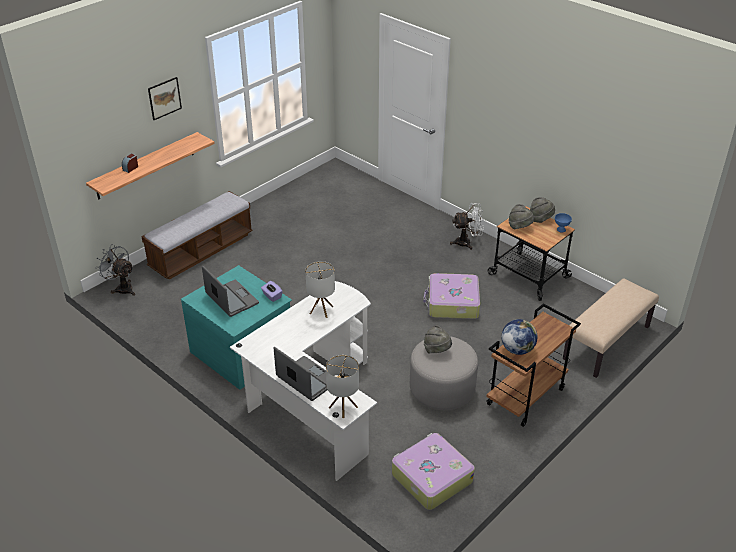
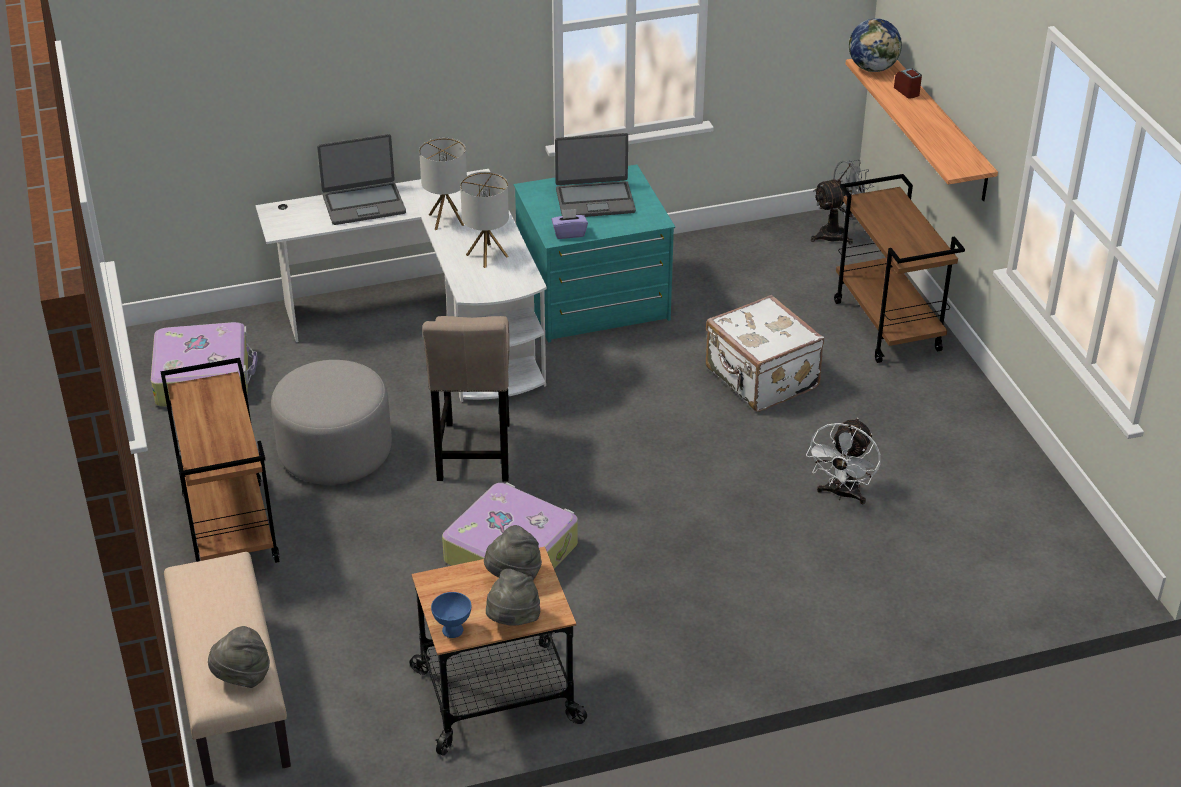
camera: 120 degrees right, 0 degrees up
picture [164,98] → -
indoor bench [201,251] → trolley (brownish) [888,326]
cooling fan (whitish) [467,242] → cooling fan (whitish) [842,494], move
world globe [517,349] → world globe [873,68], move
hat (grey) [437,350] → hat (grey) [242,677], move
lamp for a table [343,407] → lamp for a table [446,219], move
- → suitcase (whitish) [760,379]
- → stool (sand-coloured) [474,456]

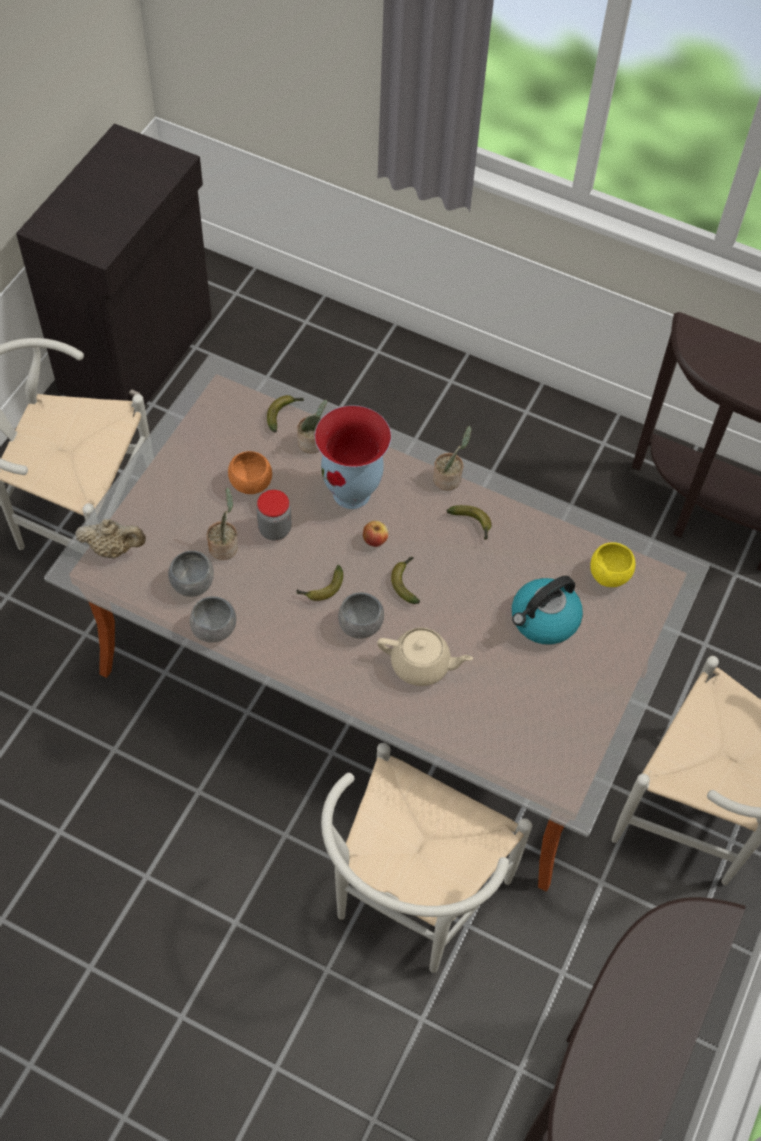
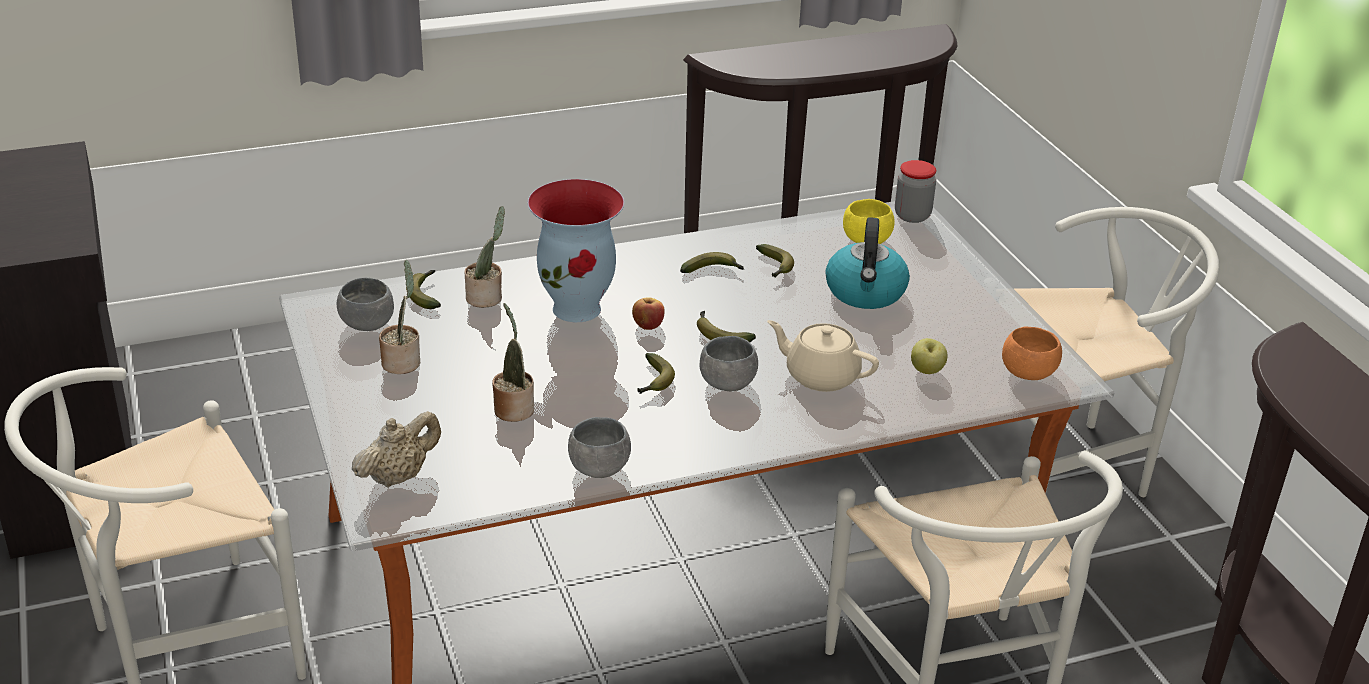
camera: 45 degrees left, 25 degrees down
potted plant [449,478] → potted plant [402,362], move
serving bowl (orange) [251,483] → serving bowl (orange) [1028,373], move
preserve jar [275,529] → preserve jar [912,216], move
serving bowl (grey) [192,583] → serving bowl (grey) [367,324], move
pot for tea (sand-coloured) [421,665] → pot for tea (sand-coloured) [821,376], 120 degrees counterclockwise
- → whole banana [775,267]
- → whole apple [927,371]

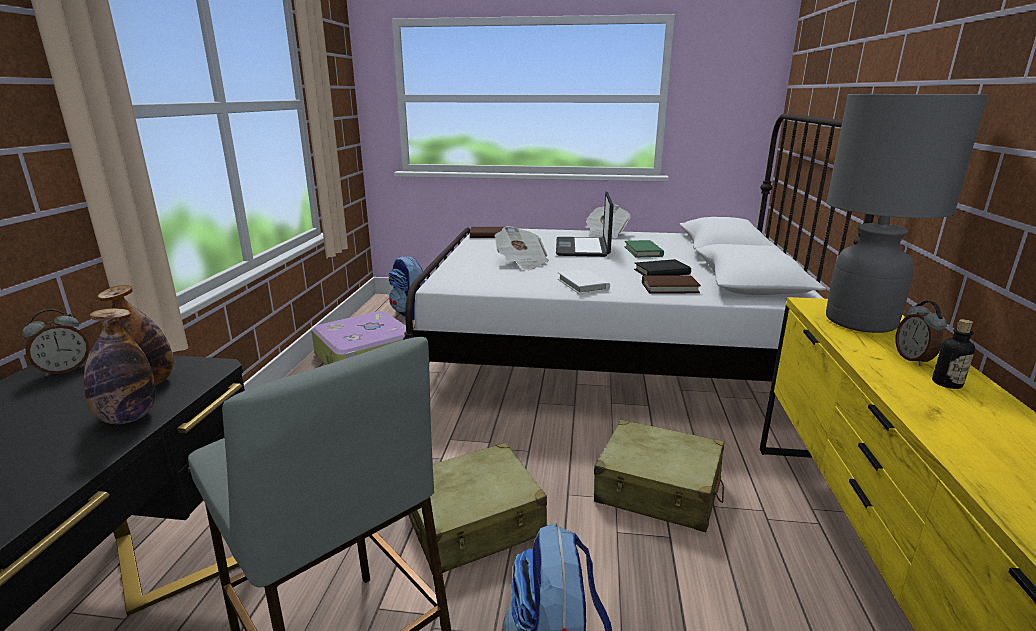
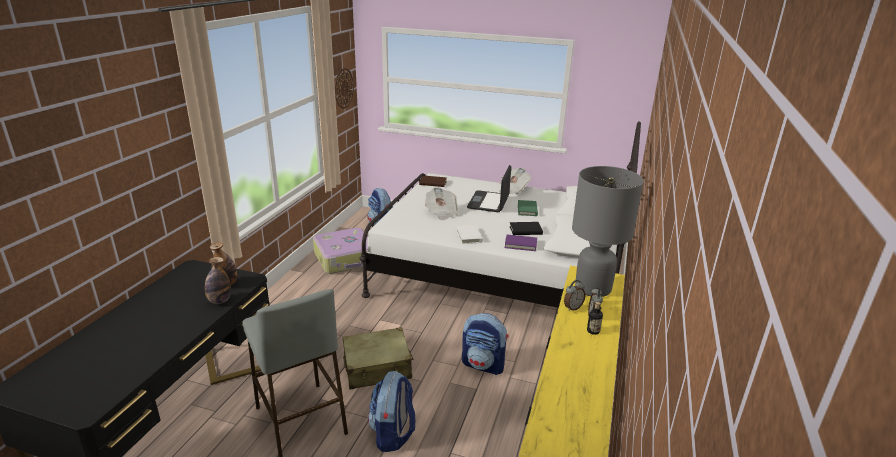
camera: 10 degrees right, 5 degrees up
book (brownish) [669,287] → book (purplish) [520,244]
table clock [64,370] → table clock [572,307], move
suitcase (sand-coloured) [658,490] → knapsack [483,365]
- → wall clock [343,88]

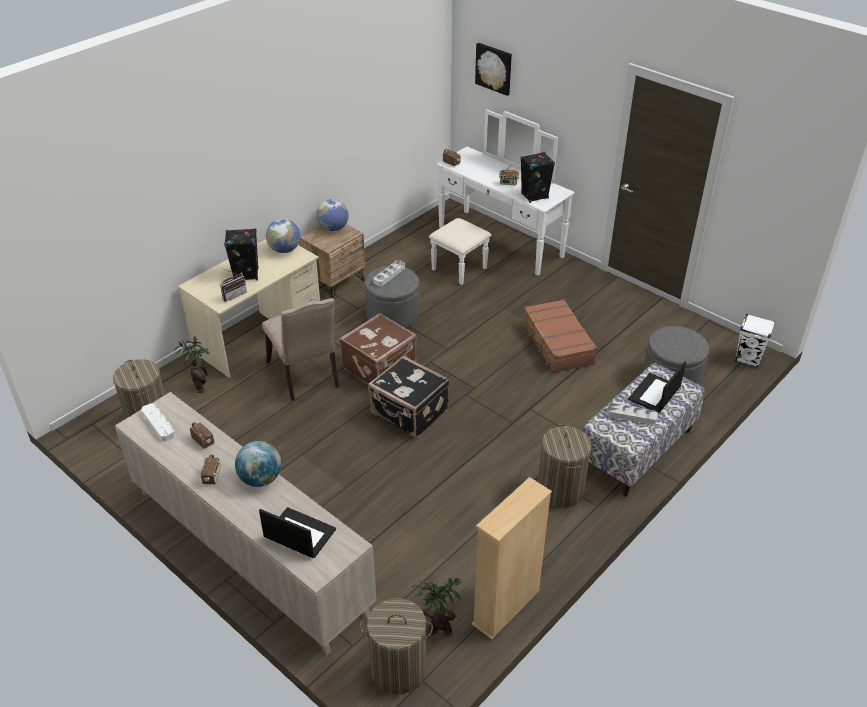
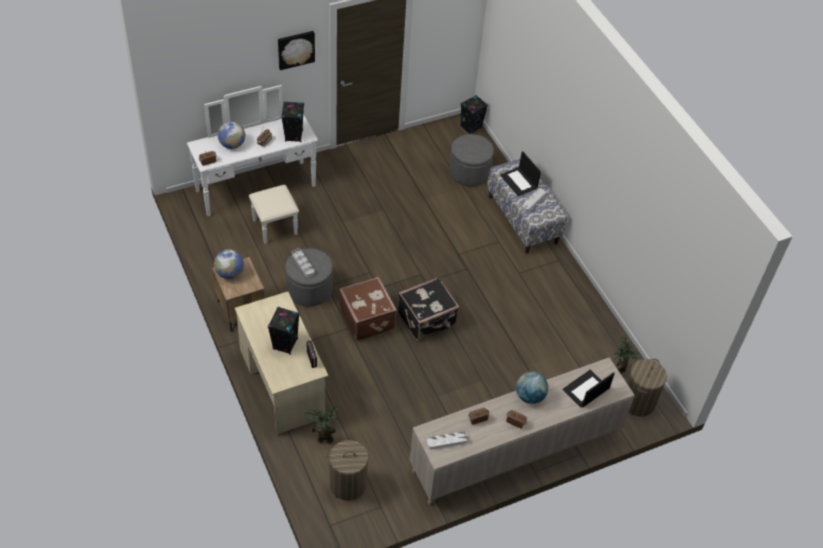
camera: 70 degrees left, 10 degrees up
picture [494,68] → picture [295,49], move
world globe [284,250] → world globe [232,145], move
chair (sand-coloured) [306,376] → -
suitcase (brownish) [557,344] → -
audio speaker (whitish) [748,359] → audio speaker (black) [471,127]
washing basket [560,491] → -
bookshelf (sand-coloured) [506,607] → -

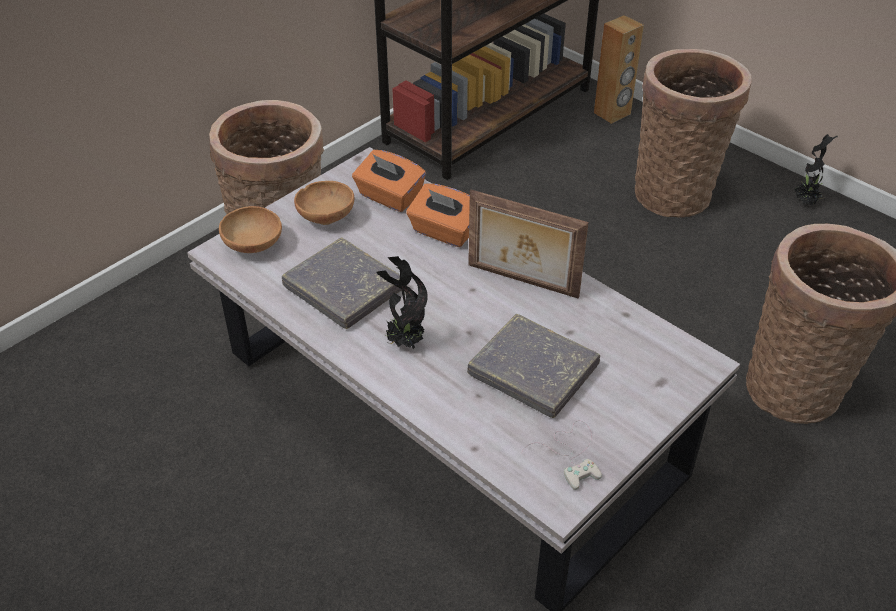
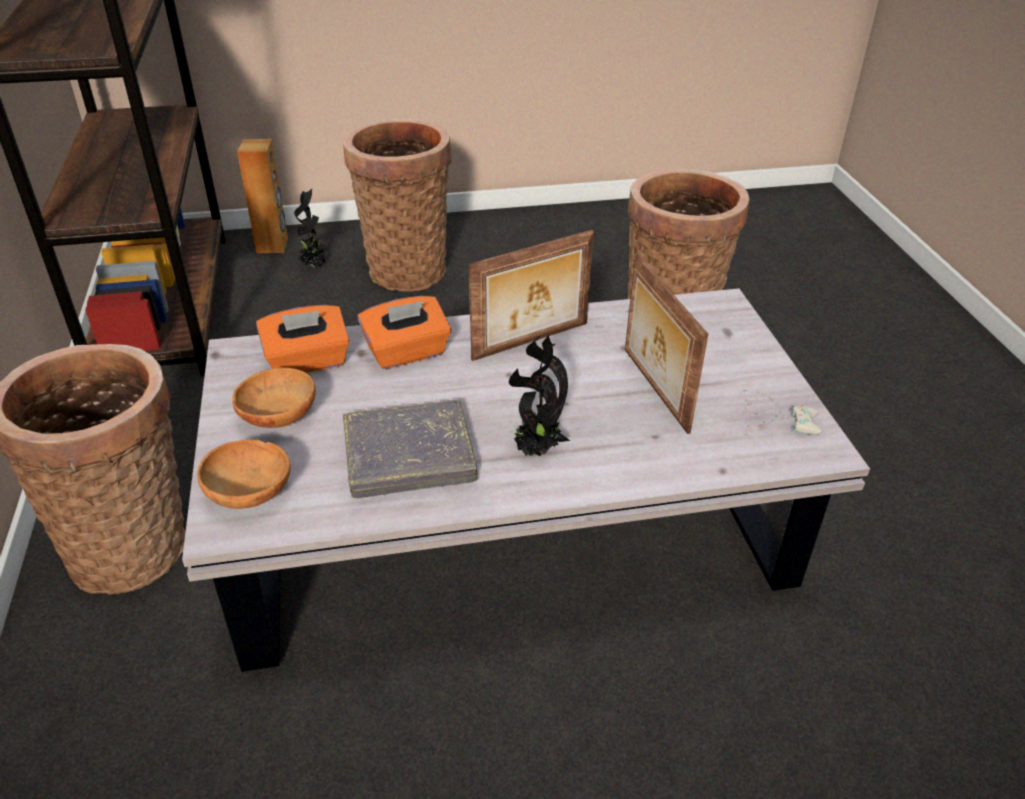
camera: 55 degrees left, 5 degrees down
potted plant [806,202] → potted plant [314,266], move
book (grey) [533,371] → standing frame [653,389]

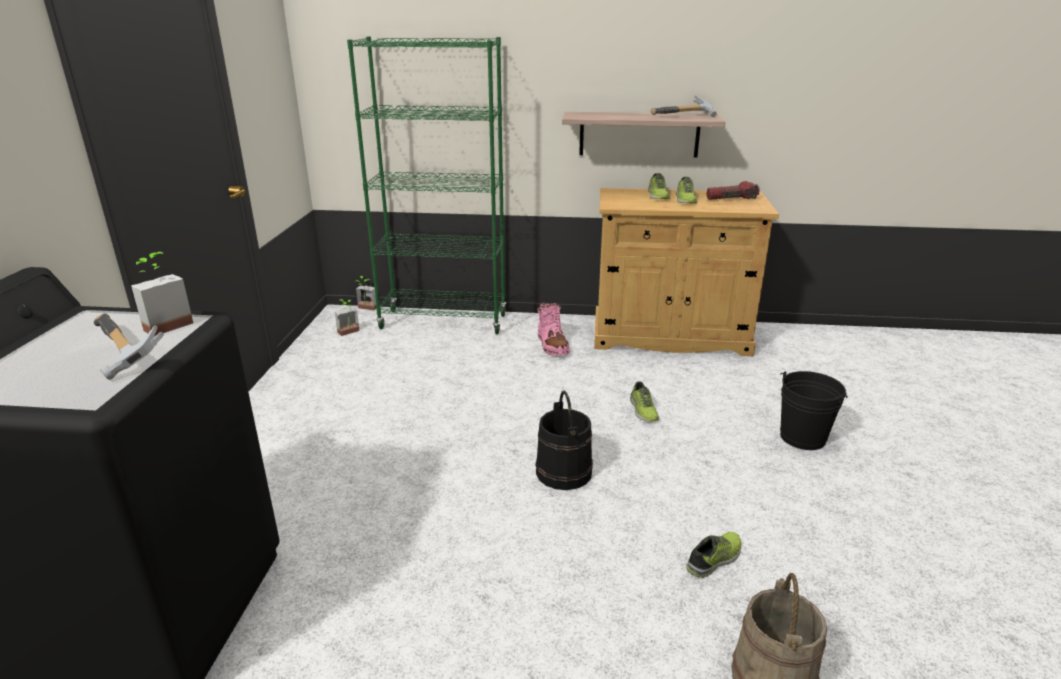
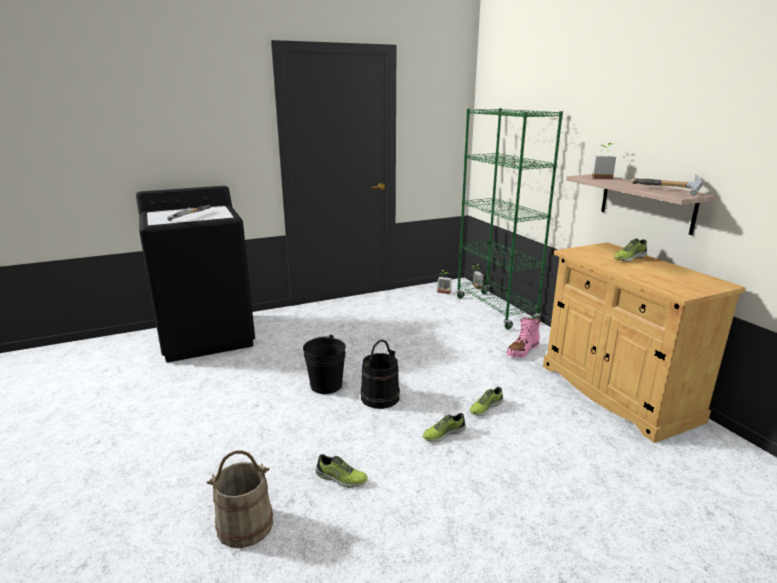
camera: 60 degrees right, 5 degrees down
low shoe [685,199] → low shoe [443,433], move
torch [731,199] → -
potted plant [164,324] → potted plant [601,178], move
pail (black) [802,437] → pail (black) [326,385], move

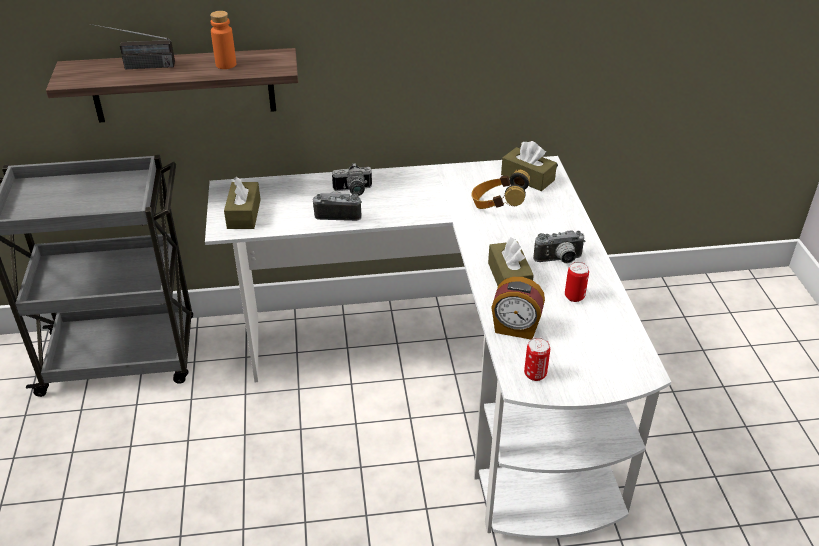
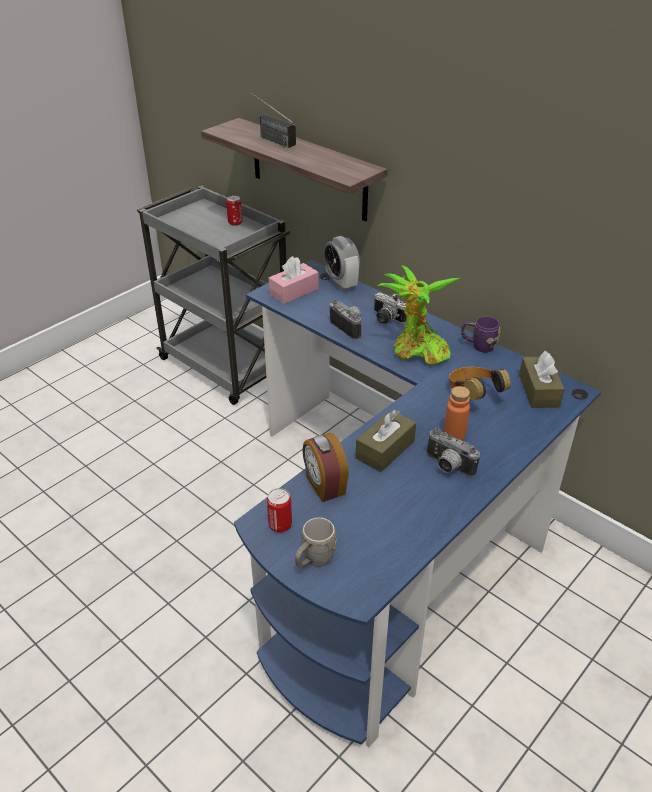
camera: 50 degrees right, 0 degrees up
beverage bottle (orange) [226,64] → beverage bottle (orange) [454,435], move
desk table (whitish) [453,380] → desk table (blue) [391,536]
box of tissues (brownish) [244,214] → box of tissues (pink) [294,291]
can [574,296] → can [235,223], move
- → table clock [341,283]
- → potted plant [417,351]
- → coffee mug (purplish) [478,346]
- → coffee mug (grey) [314,560]

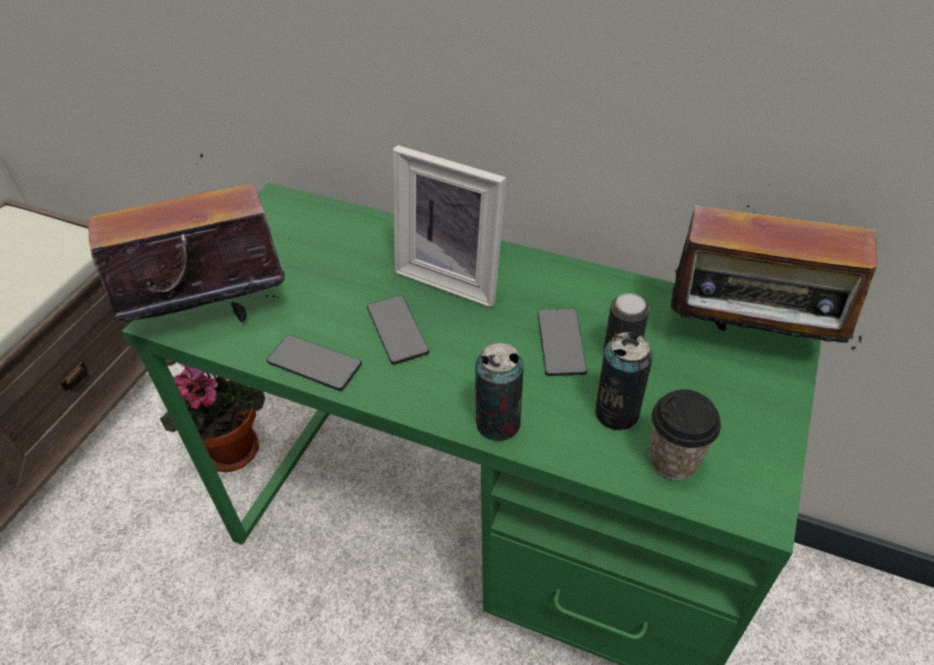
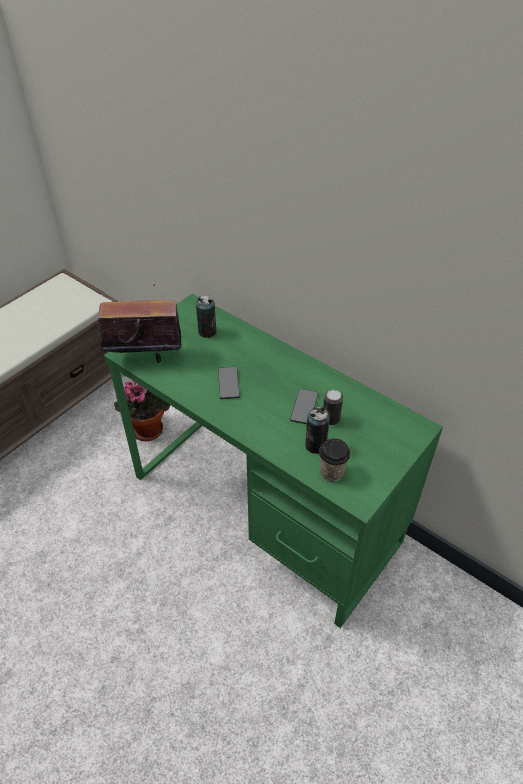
camera: 15 degrees right, 0 degrees up
standing frame [453,275] → -
radio [747,342] → -
telephone [314,364] → -
can [498,423] → can [207,332], move

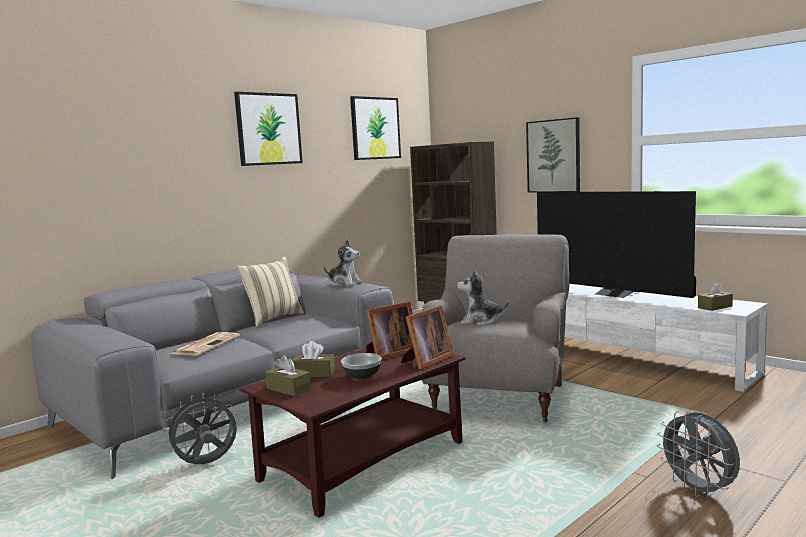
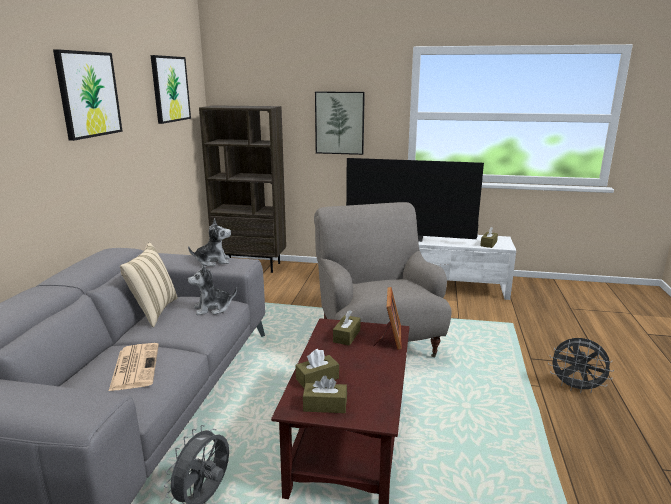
camera: 35 degrees left, 10 degrees up
soft toy [481,321] → soft toy [212,308], move
standing frame [390,353] → box of tissues (brownish) [346,336]
serving bowl [362,376] → -

